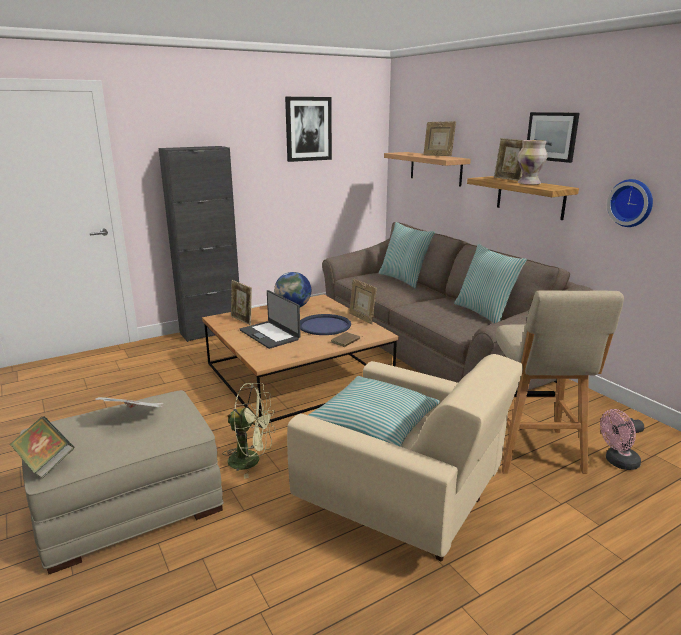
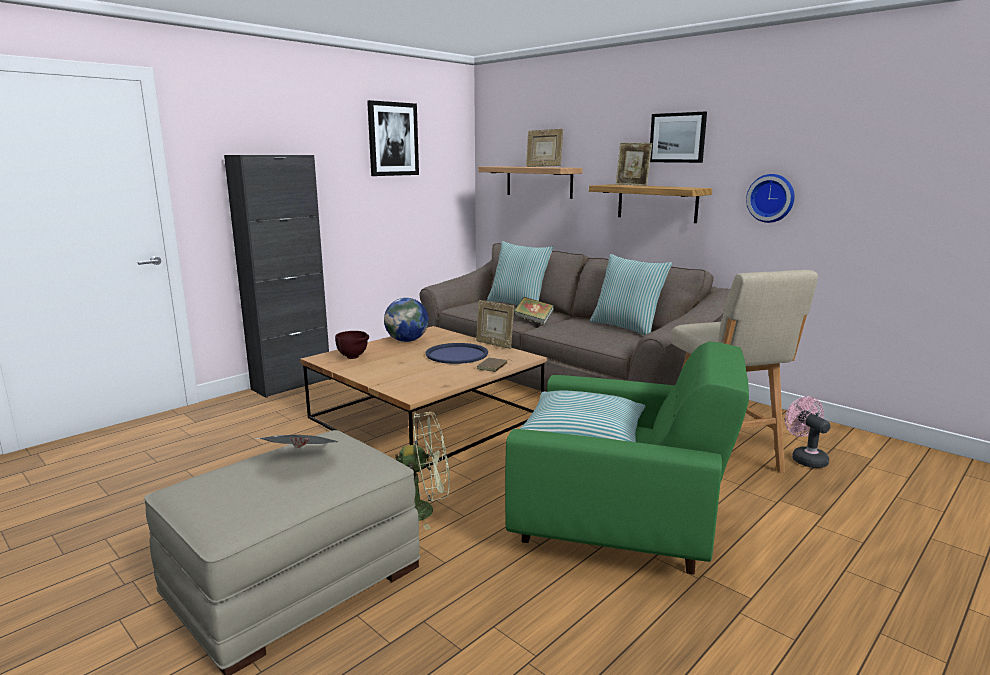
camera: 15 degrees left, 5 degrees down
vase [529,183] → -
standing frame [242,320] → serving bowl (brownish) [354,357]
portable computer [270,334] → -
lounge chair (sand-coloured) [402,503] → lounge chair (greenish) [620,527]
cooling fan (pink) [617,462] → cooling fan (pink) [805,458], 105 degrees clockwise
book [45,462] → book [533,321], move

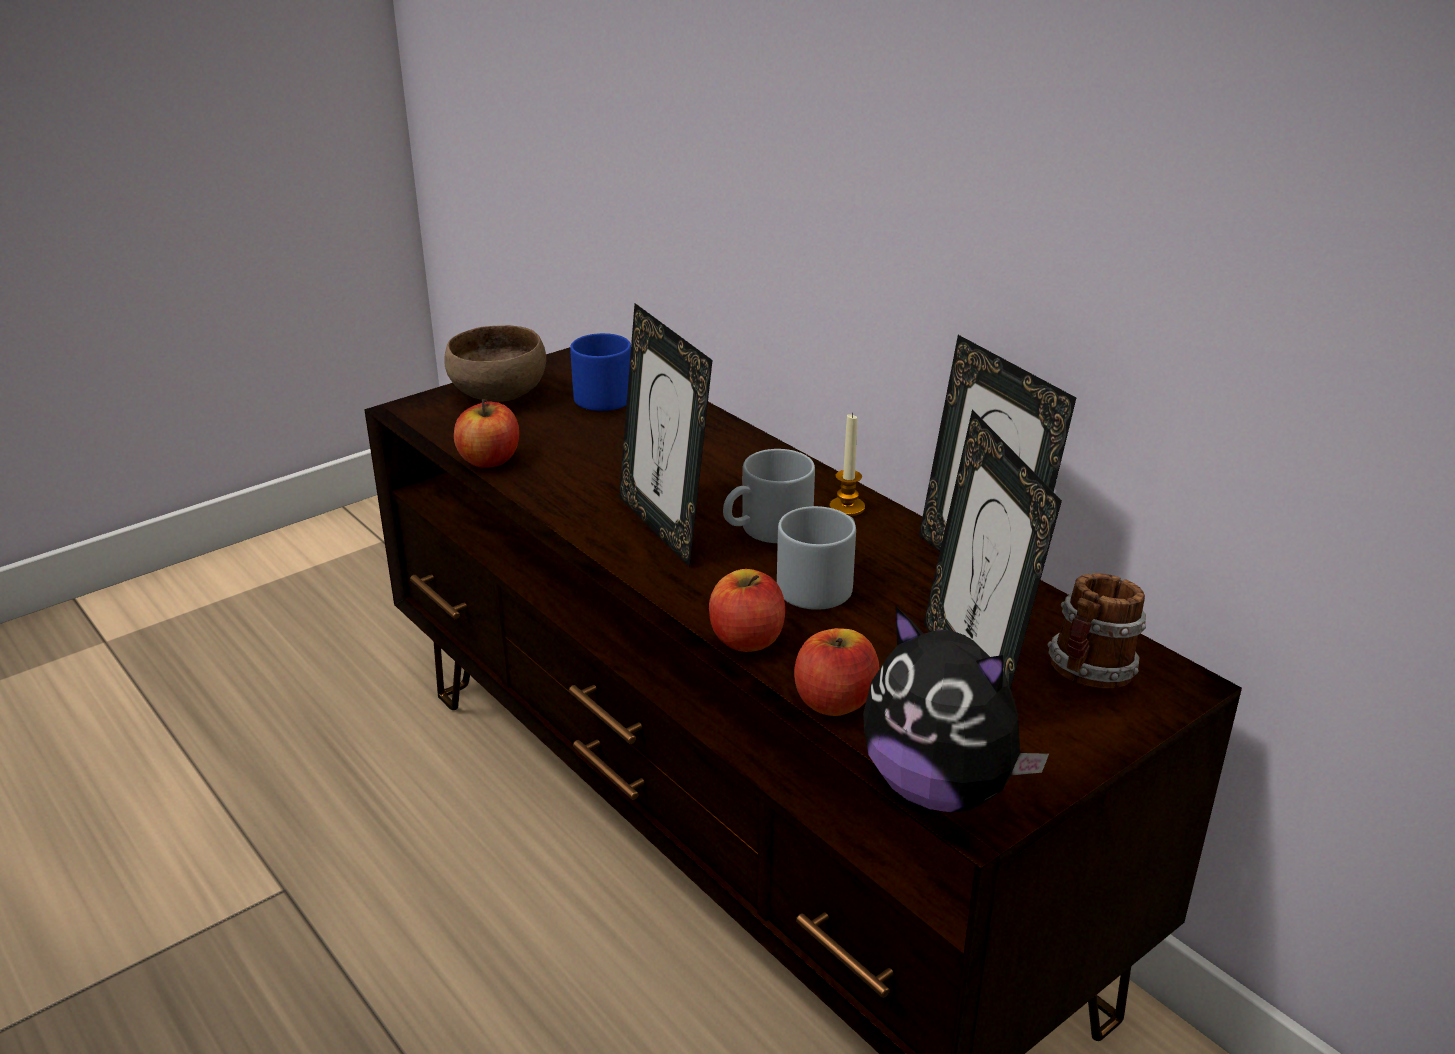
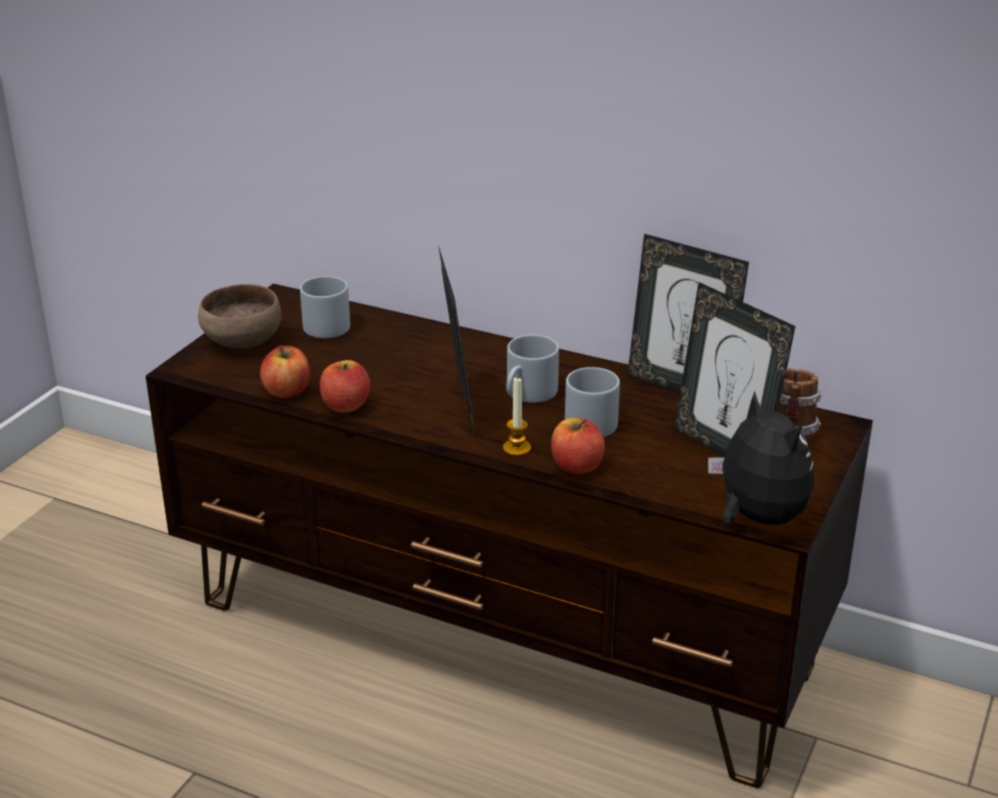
camera: 25 degrees left, 0 degrees up
standing frame [664,527] → standing frame [458,409], 135 degrees counterclockwise
coffee mug (blue) [602,393] → coffee mug (grey) [322,324]
candle [847,507] → candle [517,448], move
soft toy [940,788] → soft toy [757,518], 135 degrees counterclockwise
whole apple [834,701] → whole apple [345,405], move

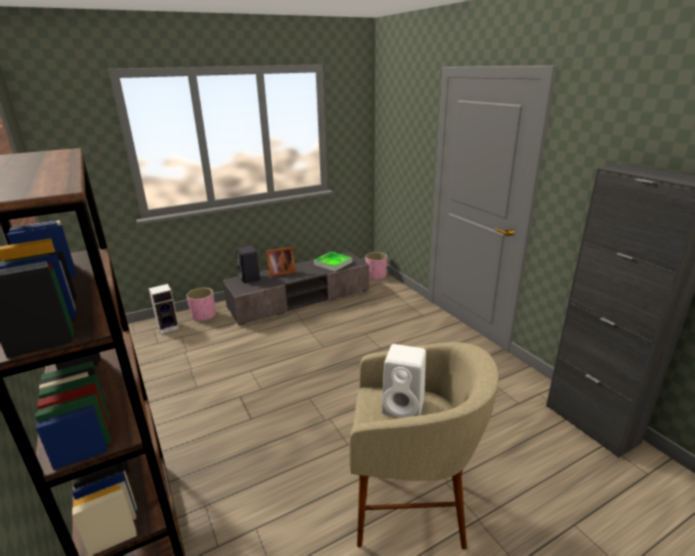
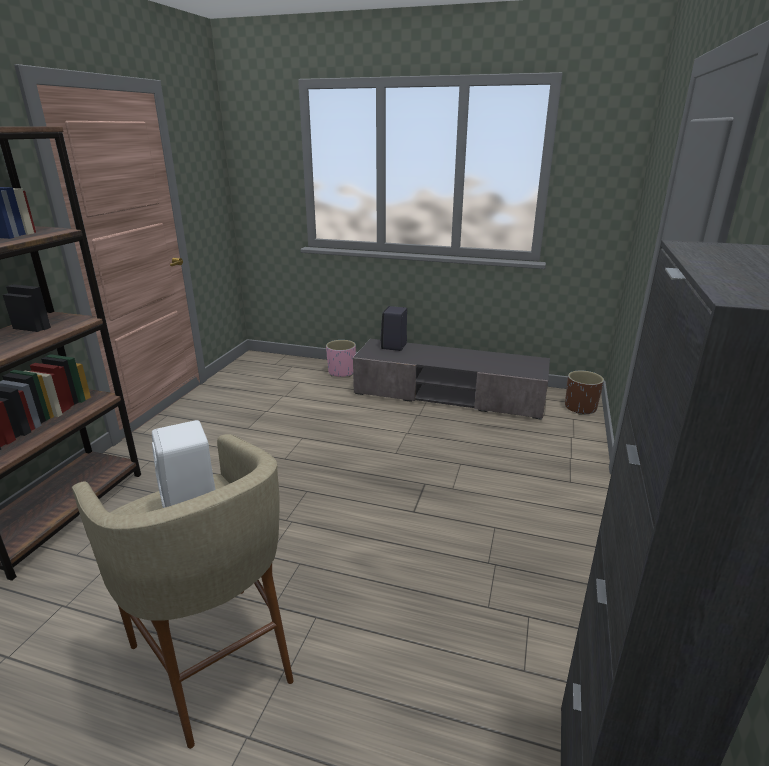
camera: 45 degrees right, 0 degrees up
standing frame [280,272] → -
serving tray [333,263] → -
planter (pink) [376,276] → planter (brownish) [580,408]
audio speaker [169,327] → -

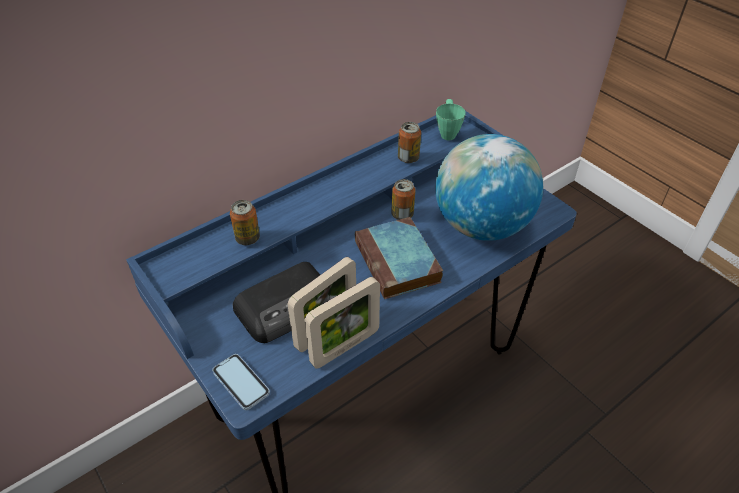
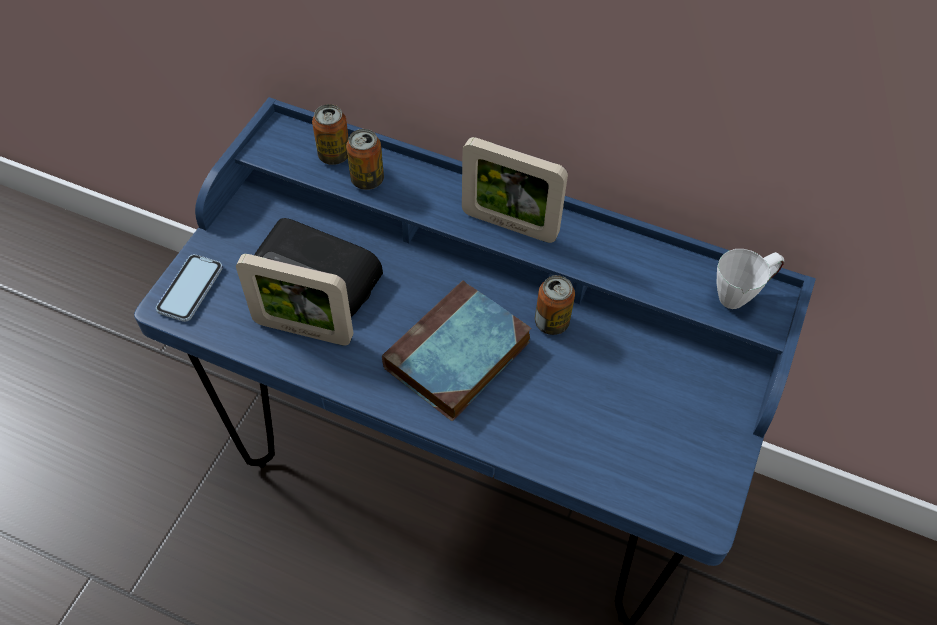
camera: 60 degrees right, 10 degrees up
coffee mug (greenish) [447,132] → coffee mug (whitish) [741,294]
can [408,158] → can [334,155], move
world globe [481,225] → -
standing frame [345,347] → standing frame [509,225], move

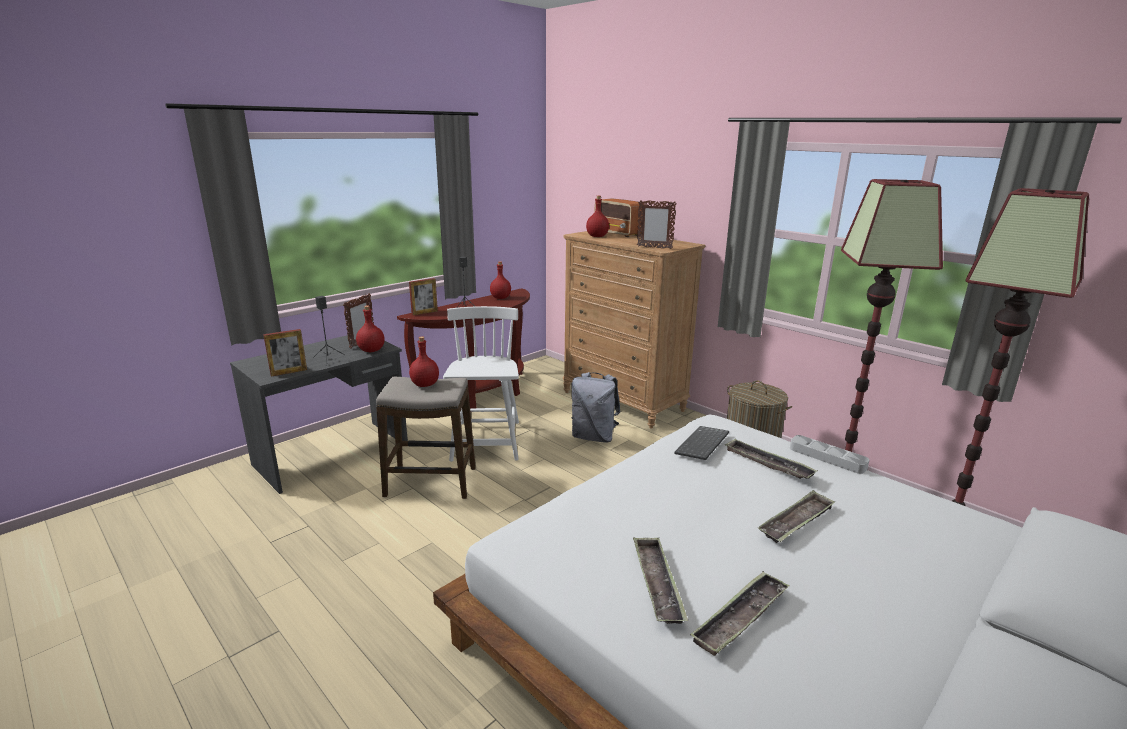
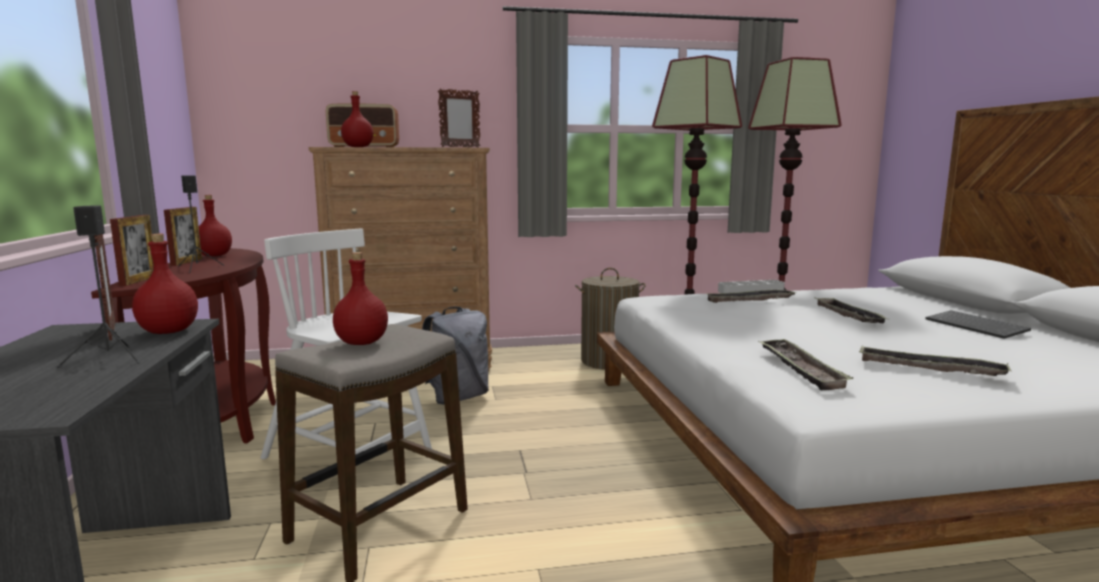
camera: 55 degrees left, 10 degrees down
standing frame [289,372] → standing frame [186,262], move
PC keyboard [703,445] → PC keyboard [977,326], move
serving tray [740,617] → serving tray [800,369], move

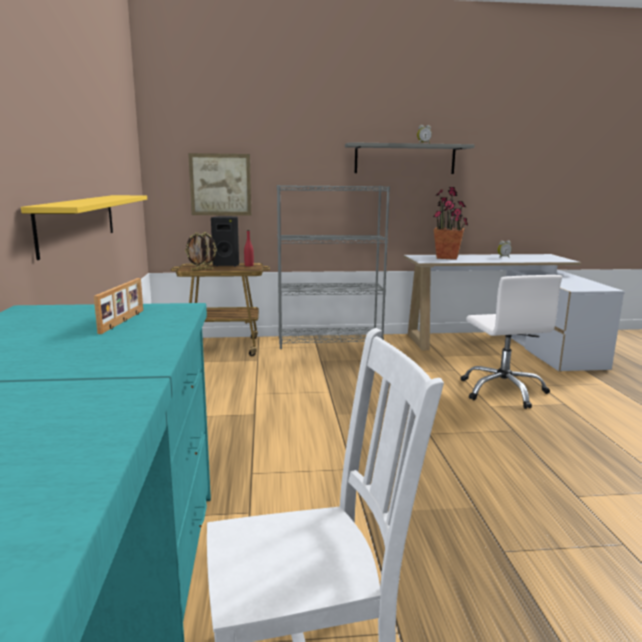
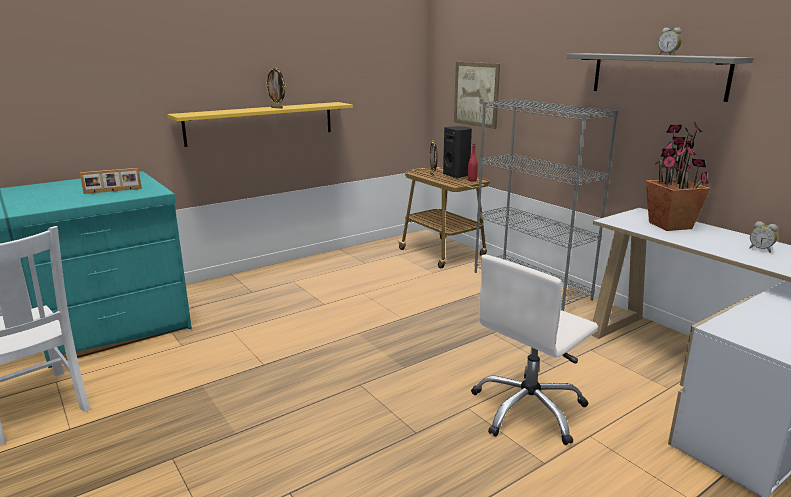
camera: 60 degrees right, 5 degrees up
standing frame [198,270] → standing frame [277,108], move

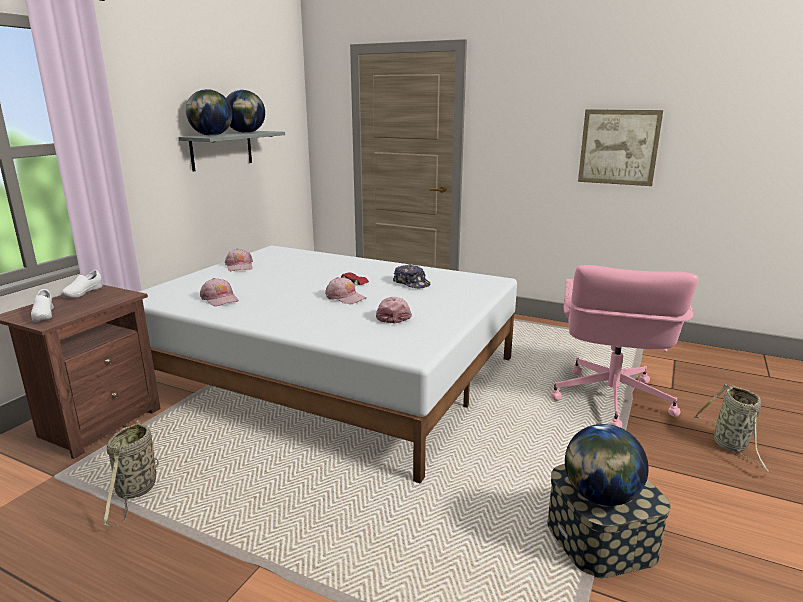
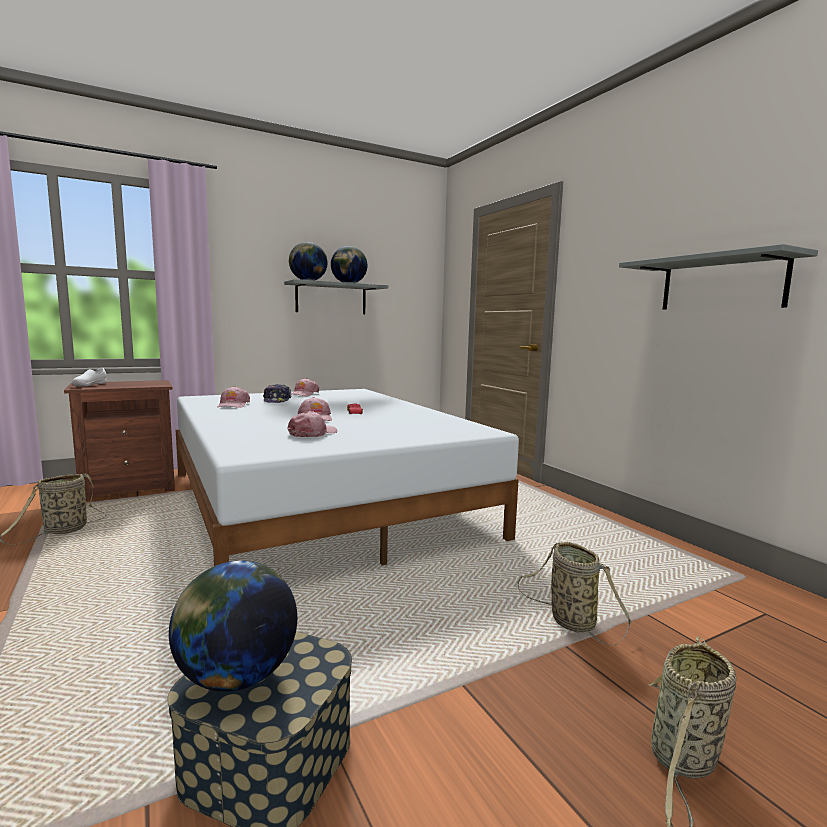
camera: 35 degrees right, 10 degrees down
picture [618,147] → shelf (grey) [721,284]
peaked cap [411,283] → peaked cap [277,400], move
office chair (pink) [610,400] → storage basket [569,620]
low shoe (whitish) [82,294] → -

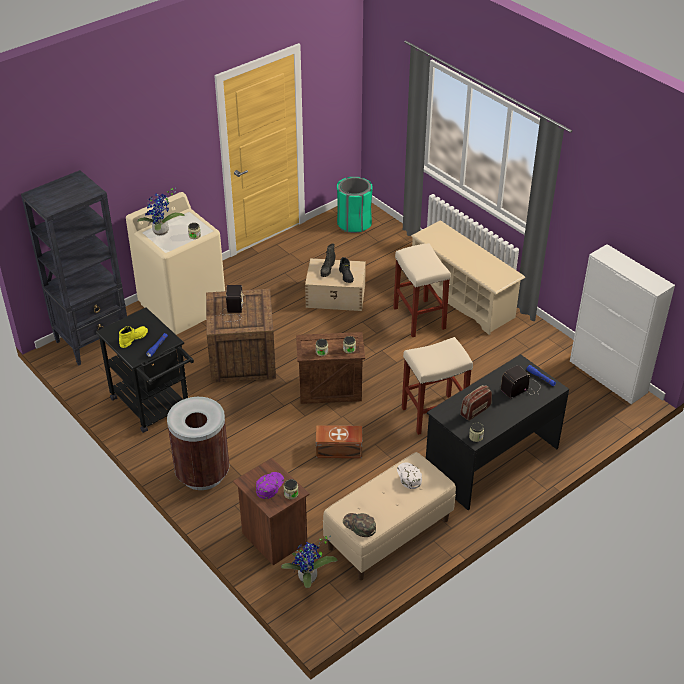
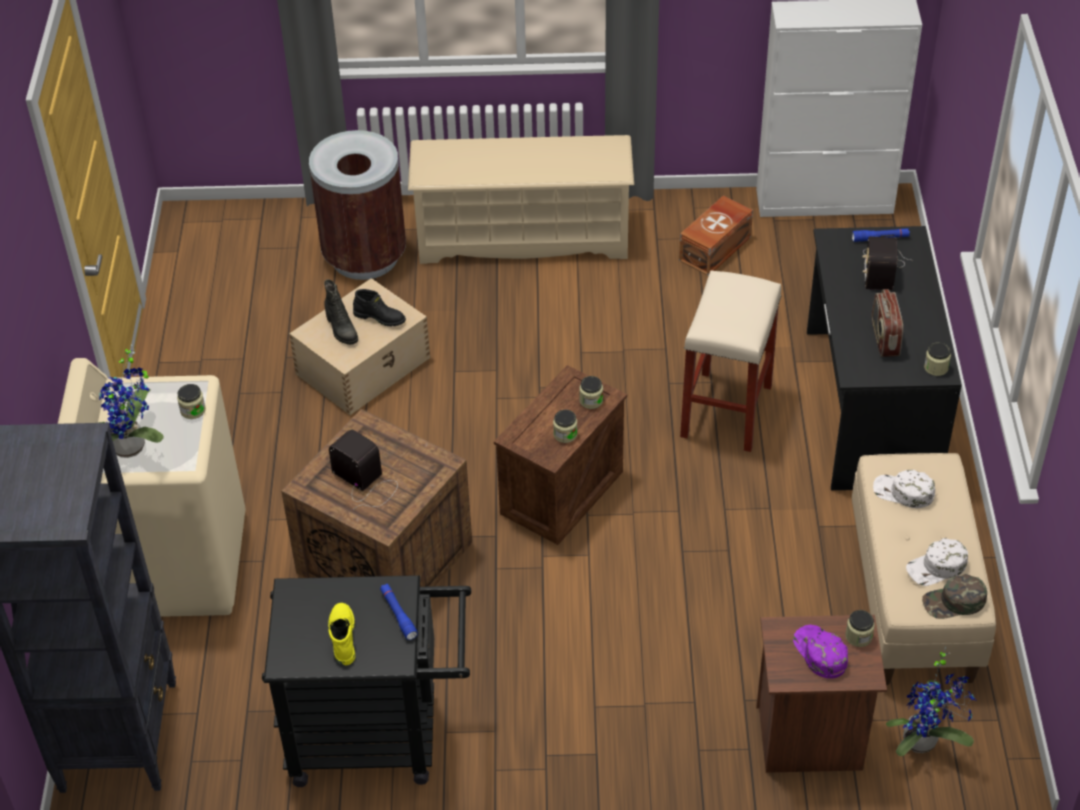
camera: 50 degrees left, 5 degrees up
rubbish bin (greenish) [354,223] → -
stool (sand-coloured) [420,318] → -
rubbish bin (brownish) [202,473] → rubbish bin (brownish) [364,256], move
storage box (brownish) [339,450] → storage box (brownish) [716,248], move
- → peaked cap (whitish) [937,567]

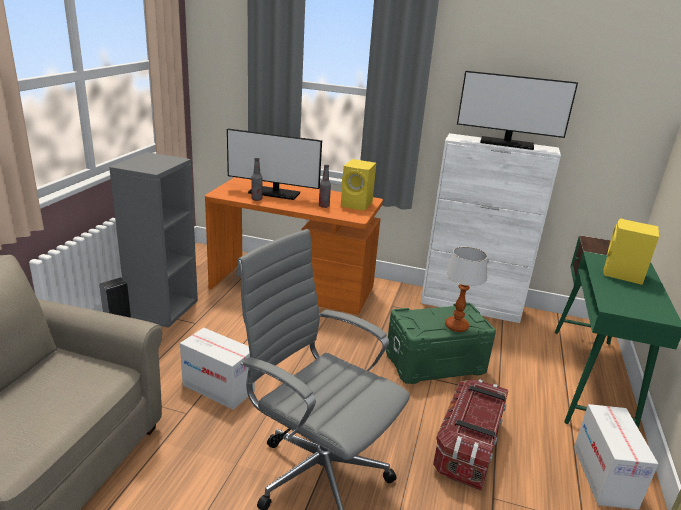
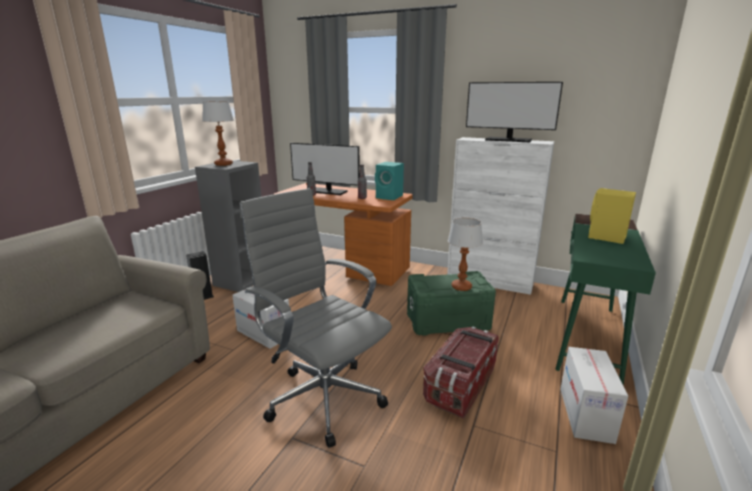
camera: 10 degrees right, 5 degrees down
audio speaker (yellow-coloured) [357,204] → audio speaker (turquoise) [390,197]
- → lamp for a table [223,164]

